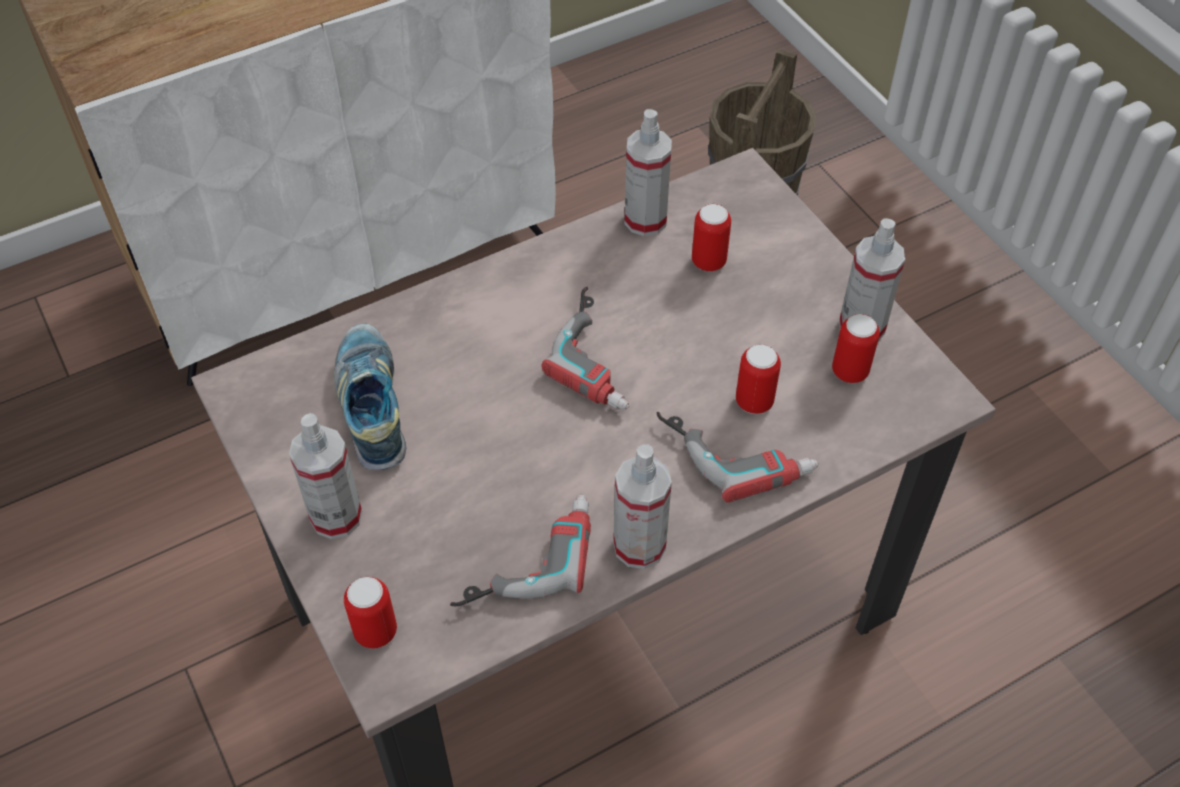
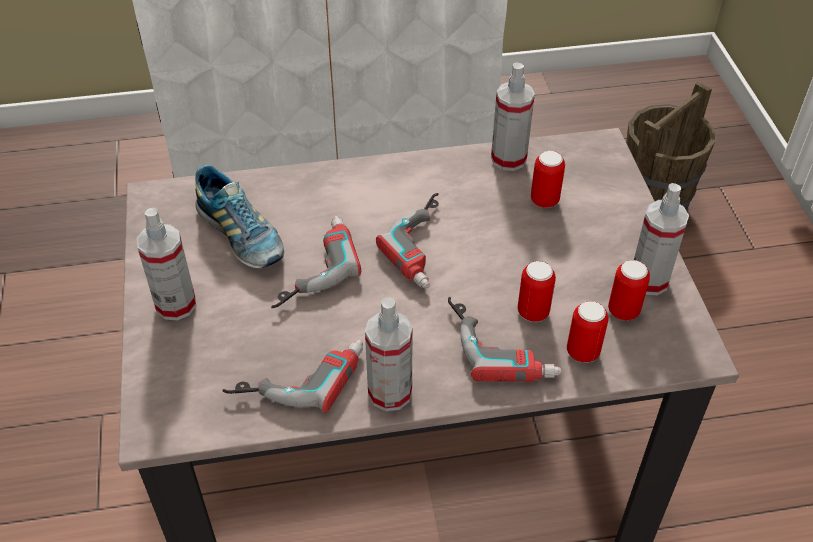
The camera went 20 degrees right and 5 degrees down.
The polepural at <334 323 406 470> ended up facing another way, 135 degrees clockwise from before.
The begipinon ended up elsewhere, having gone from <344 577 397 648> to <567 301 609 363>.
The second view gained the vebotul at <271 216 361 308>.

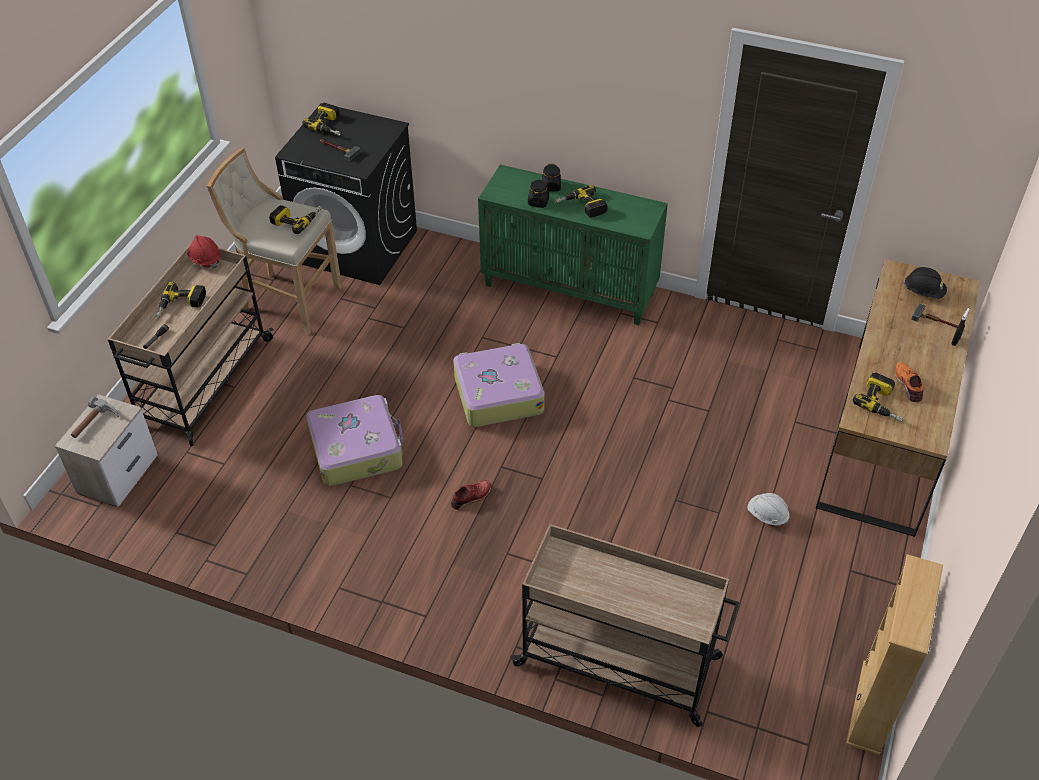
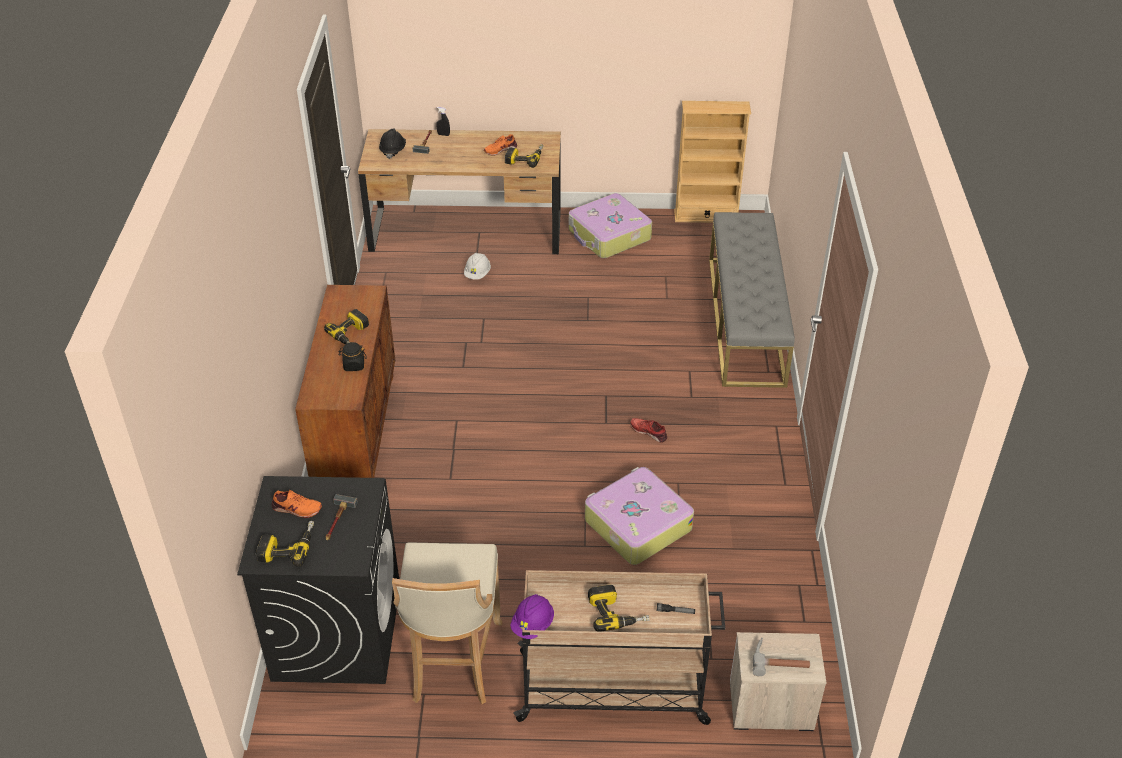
The camera went 110 degrees left and 5 degrees down.
The second view lost the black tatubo at <542 164 561 192>.
What was the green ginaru at <478 165 668 325> turned into the brown ginaru at <295 285 395 478>.
The second view lost the vebotul at <269 205 322 234>.
What was the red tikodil at <187 235 221 269> turned into the purple tikodil at <510 594 554 639>.
The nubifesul ended up elsewhere, having gone from <453 343 545 427> to <569 193 652 258>.
The white tikodil ended up elsewhere, having gone from <747 493 789 526> to <464 253 491 280>.
Where the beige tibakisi stood at <510 524 739 727>, the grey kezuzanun came to stand at <709 212 795 388>.
The second view gained the orange polepural at <272 490 322 518>.

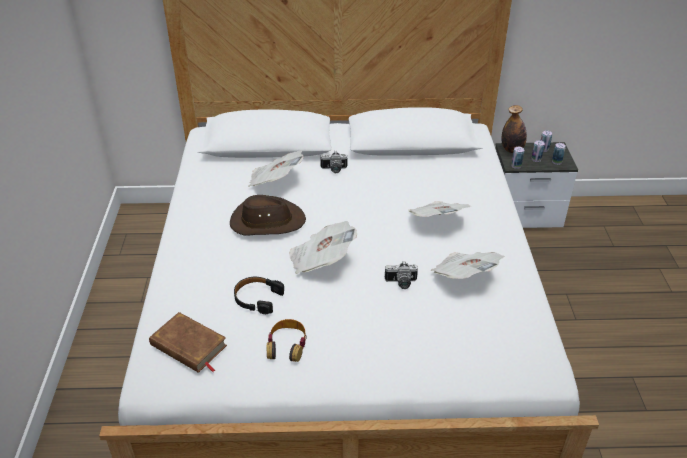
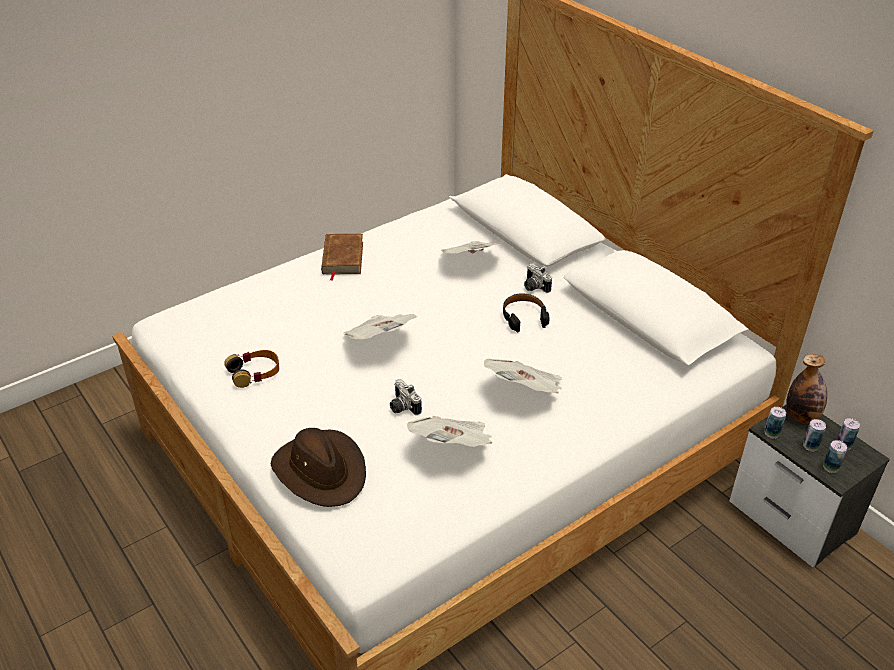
The camera went 55 degrees right and 0 degrees up.
The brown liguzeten ended up elsewhere, having gone from <230 195 306 235> to <271 428 366 507>.
The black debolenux ended up elsewhere, having gone from <234 277 284 314> to <503 293 549 332>.
The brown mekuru ended up elsewhere, having gone from <149 312 227 373> to <321 234 363 281>.

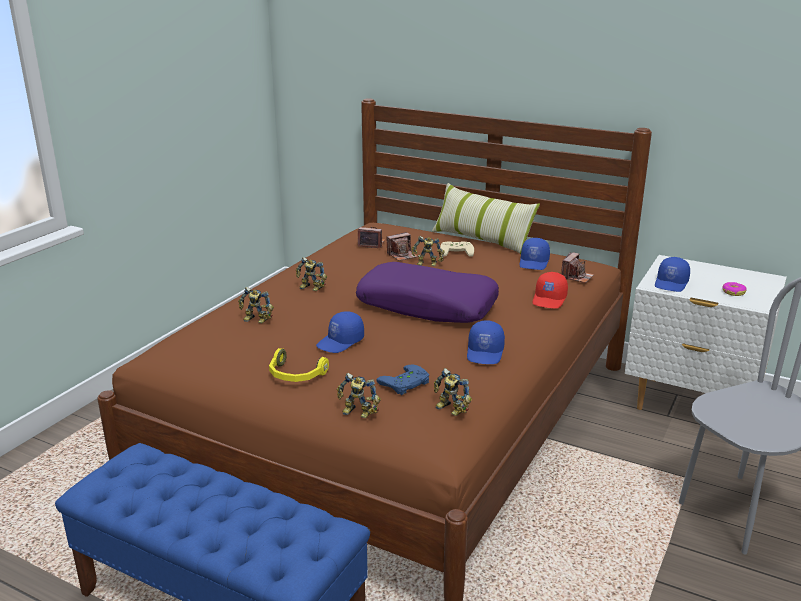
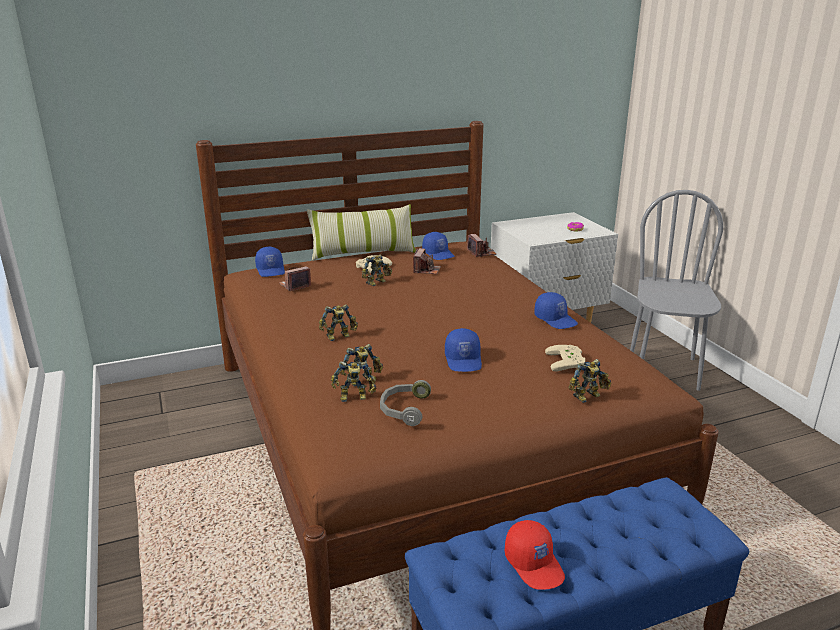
The camera went 50 degrees left and 0 degrees up.
The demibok ended up elsewhere, having gone from <387 232 418 261> to <413 248 441 274>.
The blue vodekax ended up elsewhere, having gone from <655 257 690 292> to <255 247 285 277>.
The second view lost the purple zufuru at <356 262 499 323>.
The red vodekax ended up elsewhere, having gone from <533 272 568 309> to <505 520 565 590>.
The second view lost the yellow debolenux at <269 348 329 382>.
What was the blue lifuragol at <376 364 429 395> turned into the beige lifuragol at <545 345 585 372>.
The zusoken ended up elsewhere, having gone from <434 368 472 416> to <331 361 377 402>.
The second view gained the grey debolenux at <380 380 431 426>.

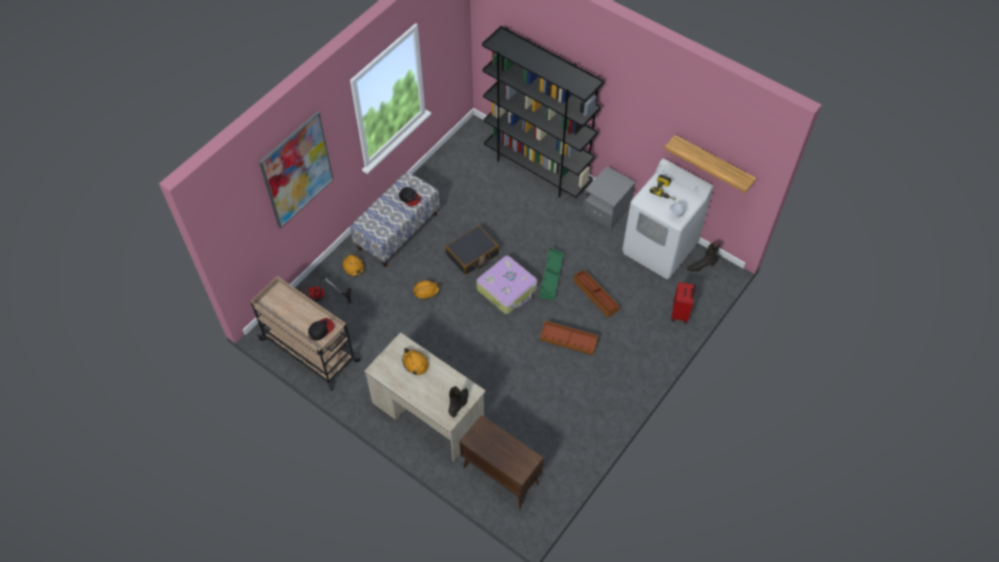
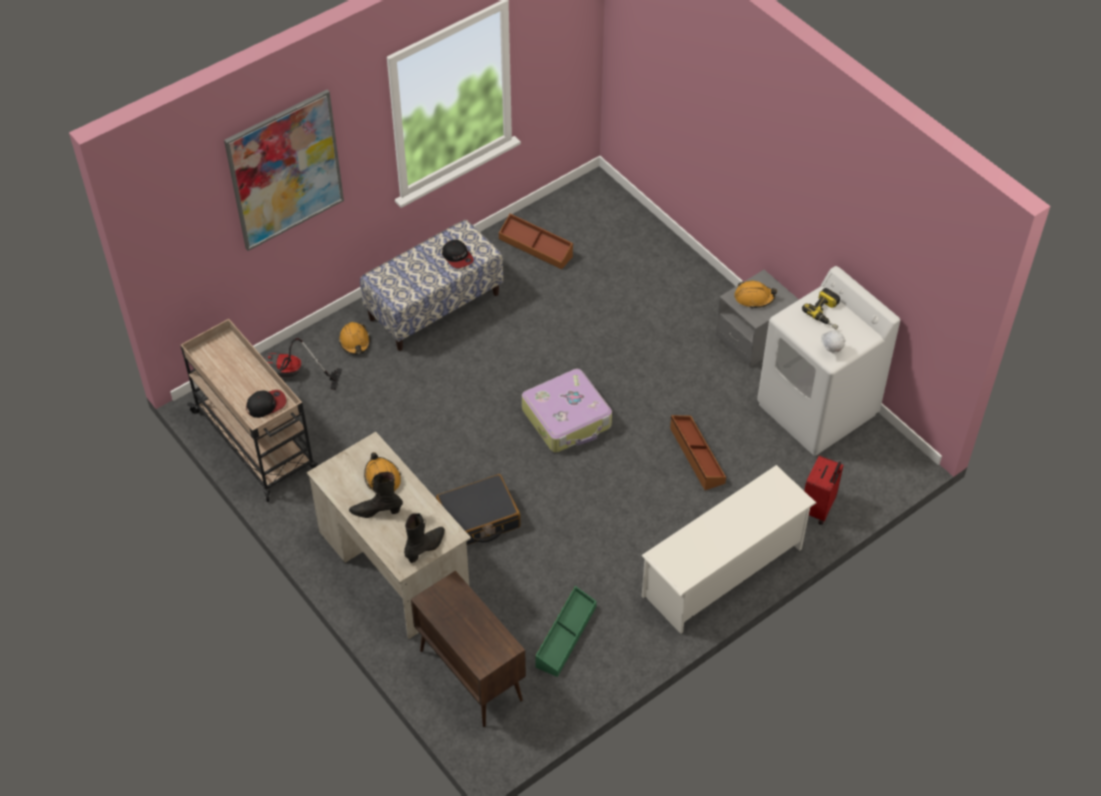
The camera went 15 degrees right and 5 degrees down.
The second view lost the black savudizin at <482 26 604 198>.
The second view lost the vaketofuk at <664 135 756 193>.
The black nubifesul ended up elsewhere, having gone from <445 225 499 275> to <436 474 521 545>.
The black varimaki ended up elsewhere, having gone from <687 242 720 272> to <349 472 403 518>.
The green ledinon ended up elsewhere, having gone from <540 247 563 300> to <535 586 597 677>.
The orange tikodil ended up elsewhere, having gone from <413 280 441 300> to <734 281 777 309>.
The brown ledinon ended up elsewhere, having gone from <540 321 598 355> to <499 214 573 269>.
The second view gained the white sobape at <641 465 816 634>.

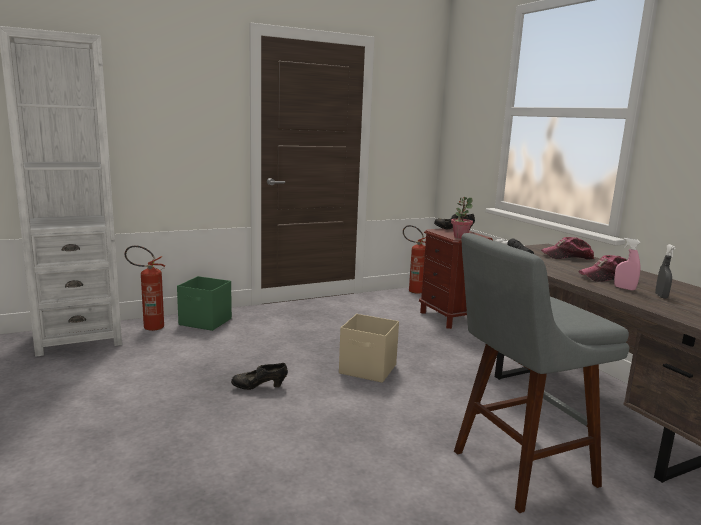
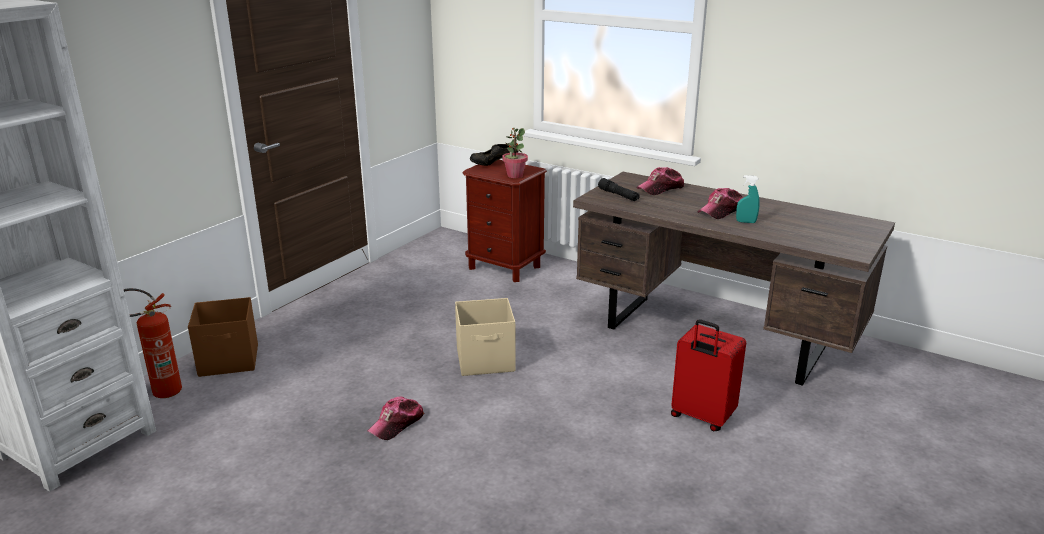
The camera went 30 degrees left and 10 degrees up.
The second view lost the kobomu at <403 225 426 294>.
Where the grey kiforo stood at <454 233 629 513>, the red nubifesul came to stand at <671 319 746 431>.
What was the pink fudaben at <614 238 641 291> turned into the turquoise fudaben at <736 175 760 223>.
The second view lost the grey fudaben at <655 244 676 299>.
What was the green ledinon at <177 276 232 331> turned into the brown ledinon at <188 297 258 377>.
Where the black polepural stood at <231 363 288 390>, the vodekax came to stand at <368 397 424 440>.

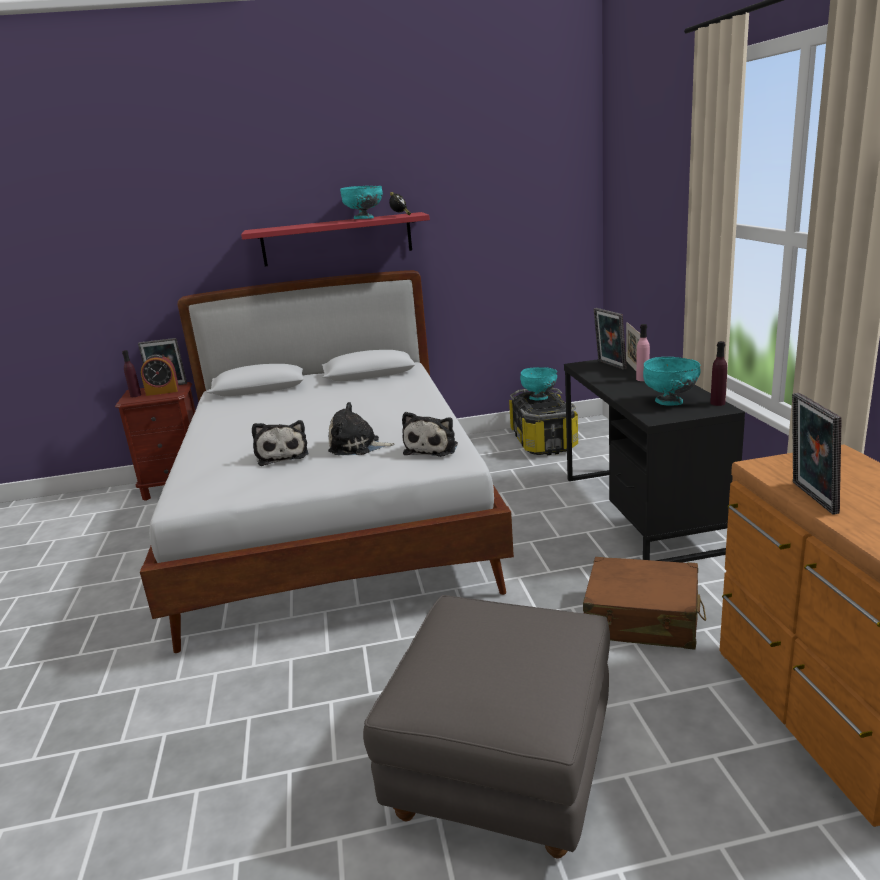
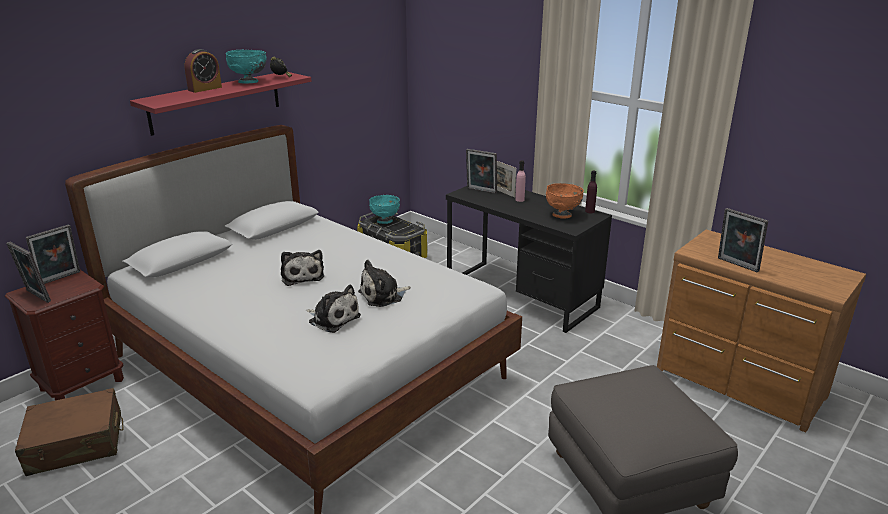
The camera went 40 degrees left and 5 degrees up.
Where the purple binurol stood at <122 350 141 397>, the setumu came to stand at <6 242 51 303>.
The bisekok ended up elsewhere, having gone from <141 354 179 396> to <184 49 222 93>.
What was the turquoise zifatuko at <643 357 700 405> turned into the orange zifatuko at <546 183 584 219>.
The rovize ended up elsewhere, having gone from <402 412 458 457> to <281 250 324 286>.
The brown nubifesul ended up elsewhere, having gone from <583 557 706 650> to <15 388 124 476>.

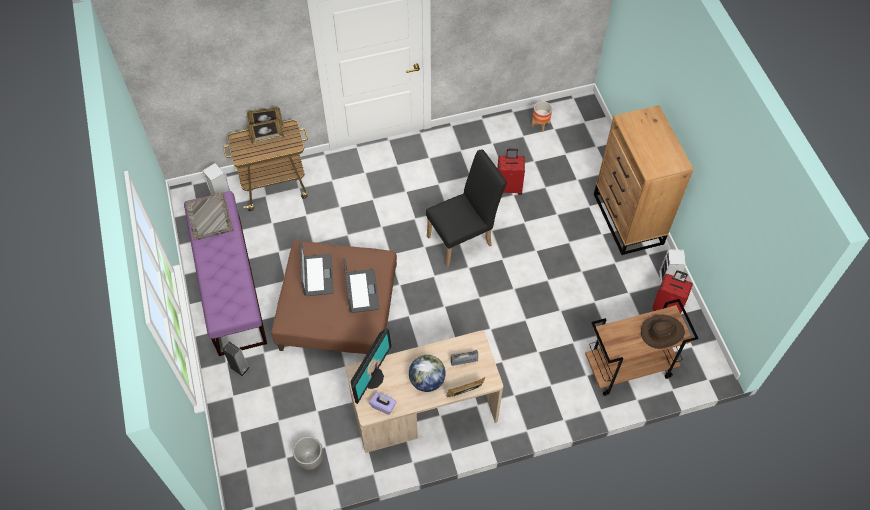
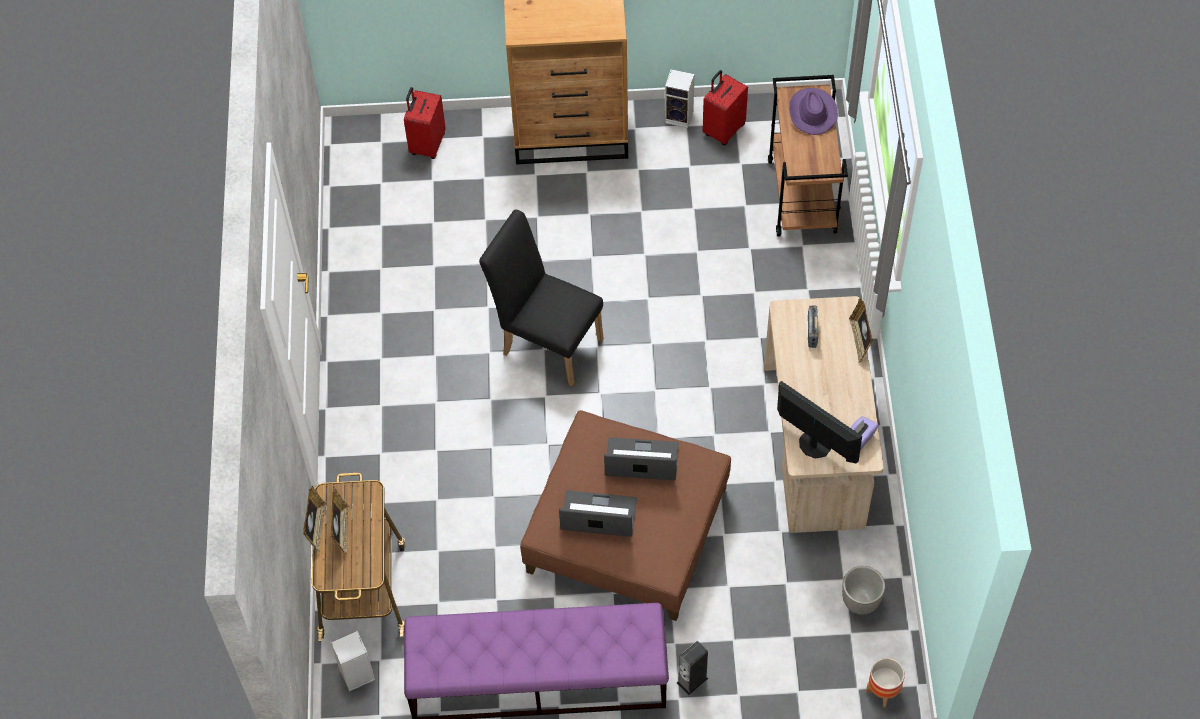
The camera went 75 degrees left and 0 degrees up.
The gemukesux ended up elsewhere, having gone from <532 101 552 132> to <866 658 905 708>.
The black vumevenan at <426 149 507 267> ended up facing another way, 45 degrees counterclockwise from before.
The red nubifesul ended up elsewhere, having gone from <497 149 525 195> to <404 87 446 159>.
The second view lost the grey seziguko at <185 192 234 241>.
What was the brown liguzeten at <641 315 685 349> turned into the purple liguzeten at <789 88 838 135>.
The second view lost the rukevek at <409 355 446 392>.

